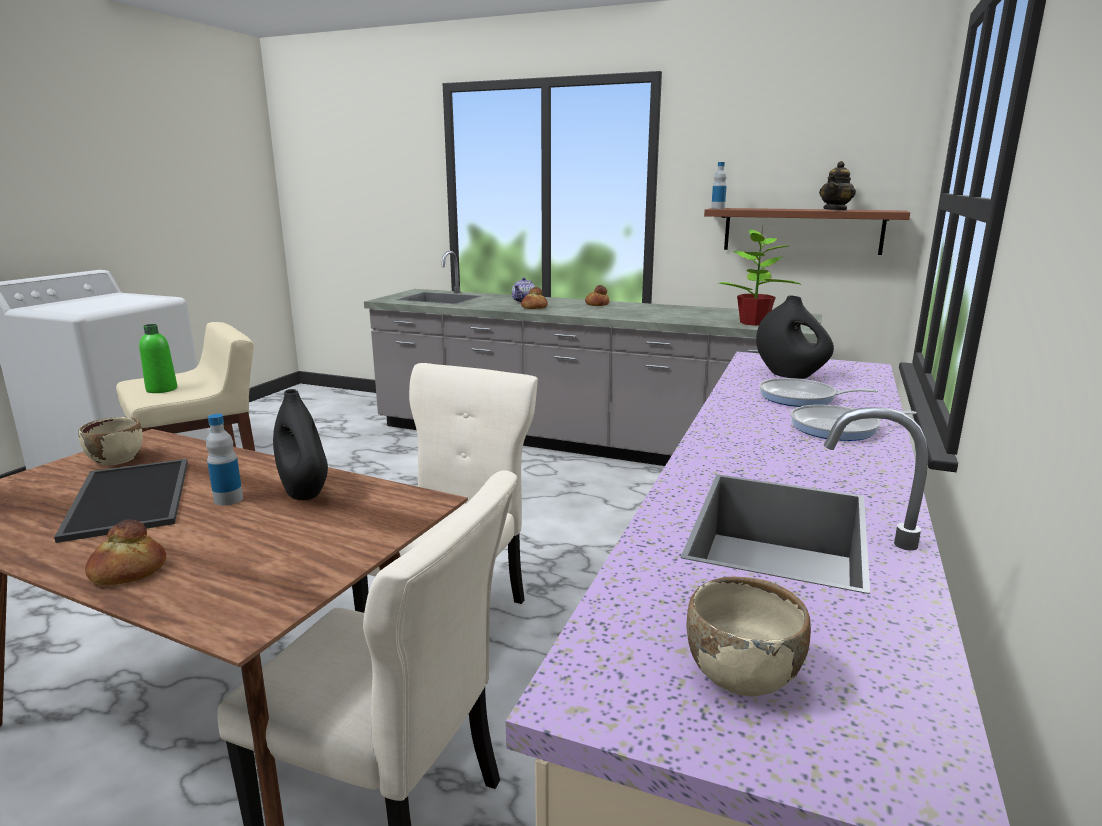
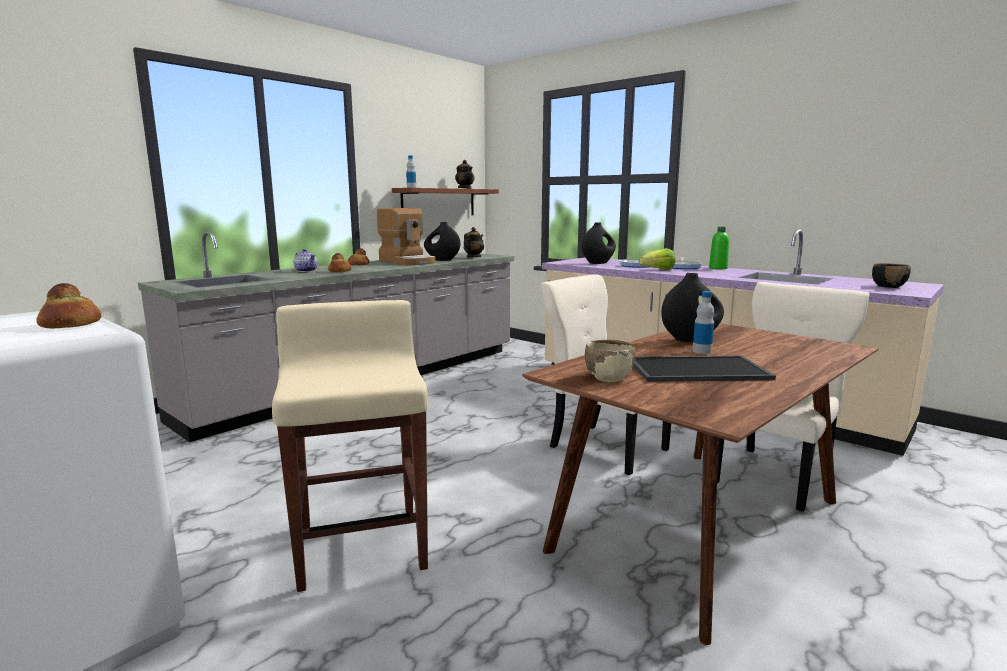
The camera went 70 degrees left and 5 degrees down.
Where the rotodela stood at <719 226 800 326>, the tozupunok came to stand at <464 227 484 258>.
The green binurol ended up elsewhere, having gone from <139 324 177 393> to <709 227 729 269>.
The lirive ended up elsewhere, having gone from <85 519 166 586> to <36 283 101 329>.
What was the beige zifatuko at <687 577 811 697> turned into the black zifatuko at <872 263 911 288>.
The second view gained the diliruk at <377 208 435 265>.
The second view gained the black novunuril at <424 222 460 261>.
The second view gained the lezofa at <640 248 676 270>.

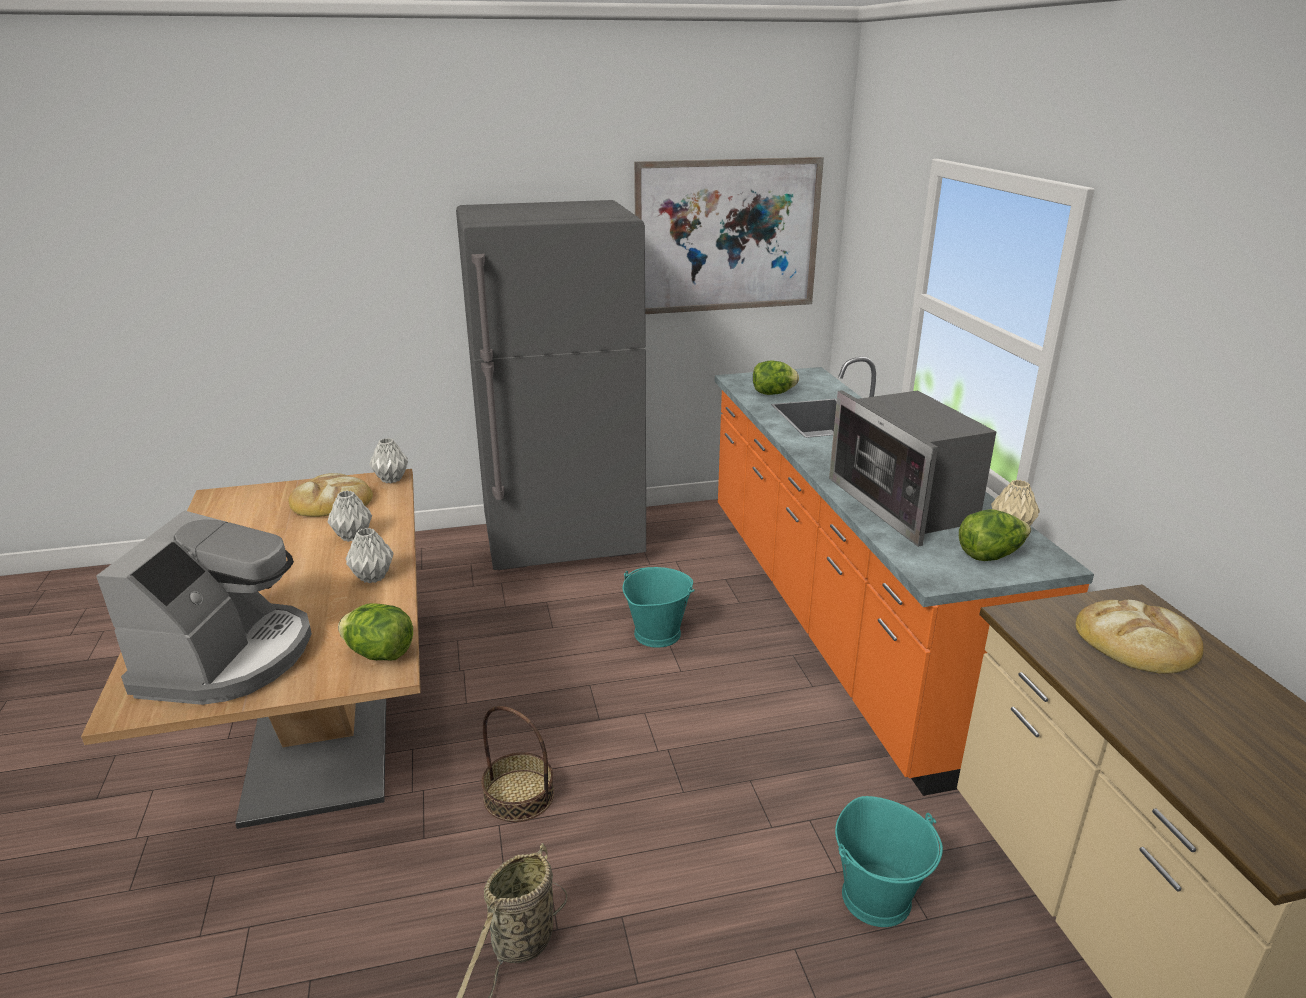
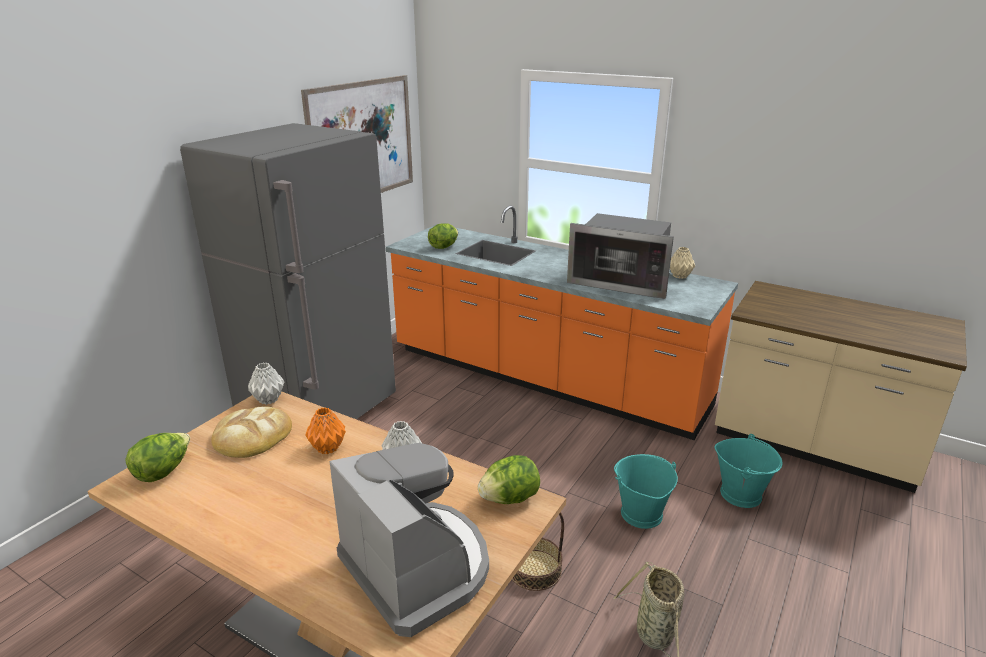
The camera went 45 degrees left and 0 degrees up.
What was the grey novunuril at <327 490 372 542> turned into the orange novunuril at <305 407 346 454>.
The lezofa ended up elsewhere, having gone from <959 509 1031 561> to <125 433 190 482>.
The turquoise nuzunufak ended up elsewhere, having gone from <623 567 694 648> to <614 454 678 529>.
The second view lost the lirive at <1075 600 1204 673>.

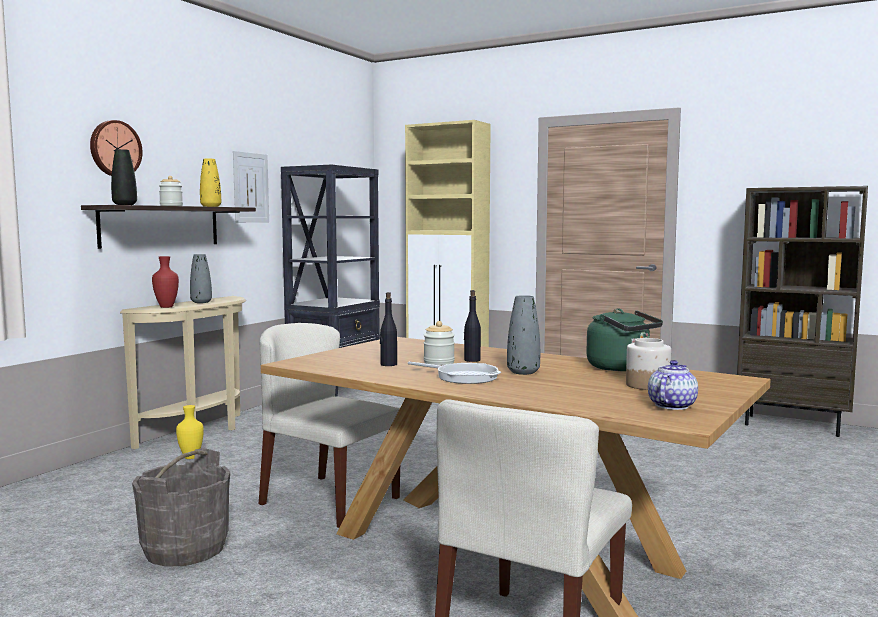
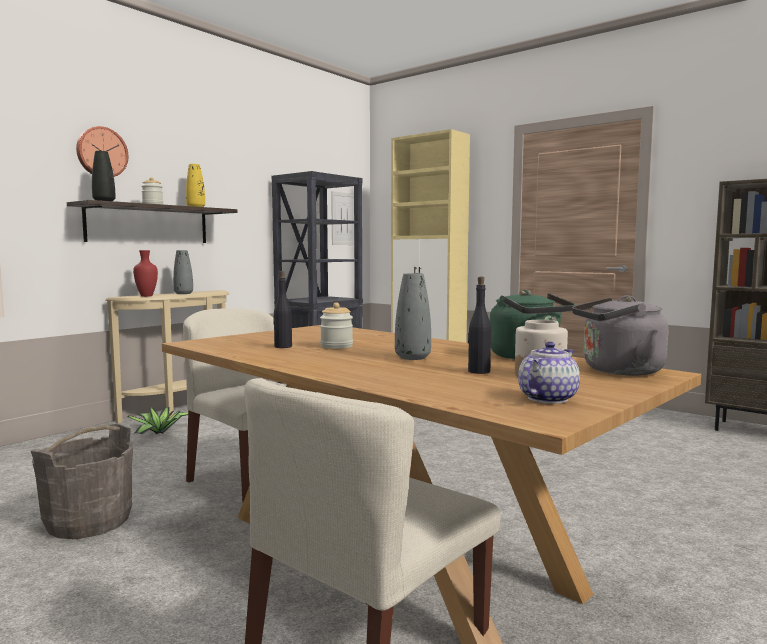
The camera went 10 degrees right and 0 degrees up.
The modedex ended up elsewhere, having gone from <233 151 269 223> to <331 191 354 245>.
The black binurol ended up elsewhere, having gone from <464 290 481 362> to <468 277 491 374>.
The second view lost the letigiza at <408 361 501 384>.
Where the yellow novunuril stood at <176 405 204 459>, the rotodela came to stand at <128 407 188 434>.
The second view gained the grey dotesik at <572 295 668 375>.

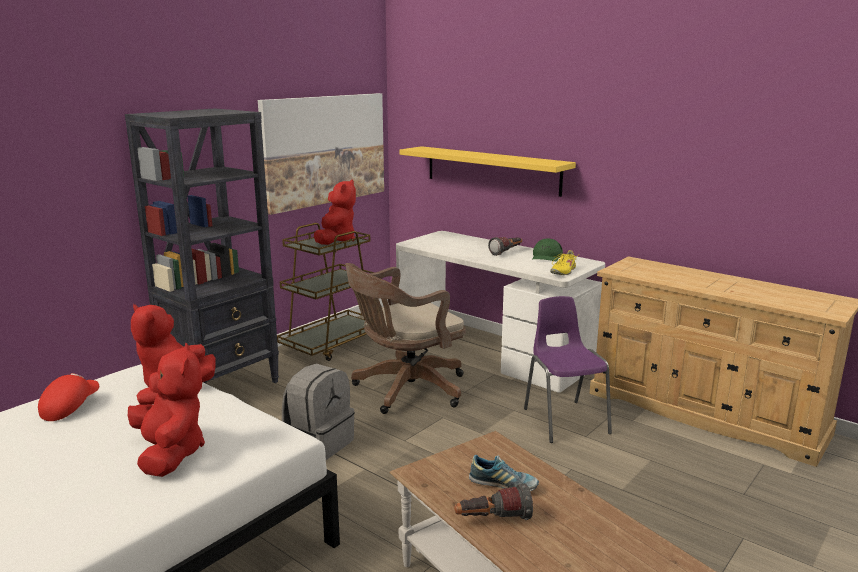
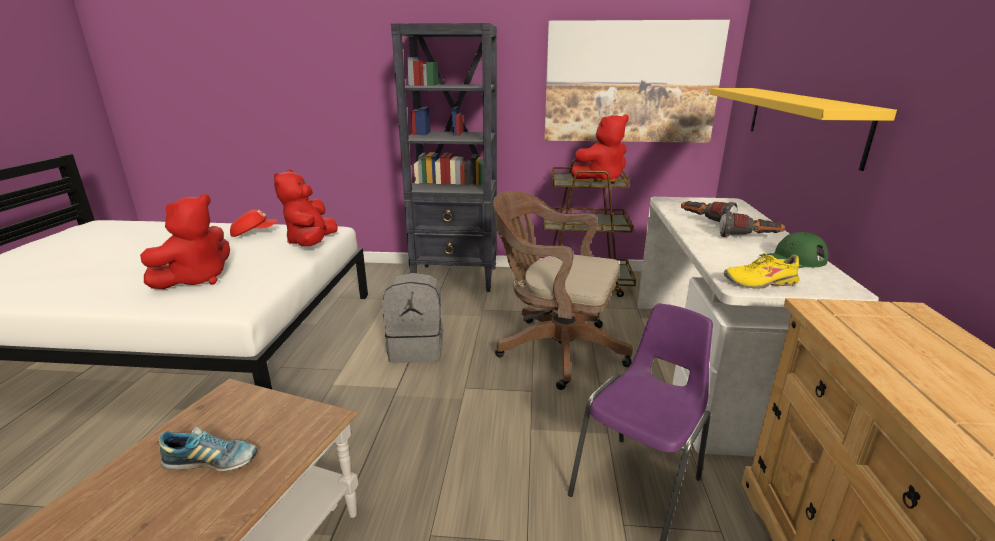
The camera went 55 degrees right and 5 degrees up.
The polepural at <469 455 539 491> ended up facing another way, 75 degrees counterclockwise from before.
The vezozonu ended up elsewhere, having gone from <454 483 533 520> to <681 201 738 222>.

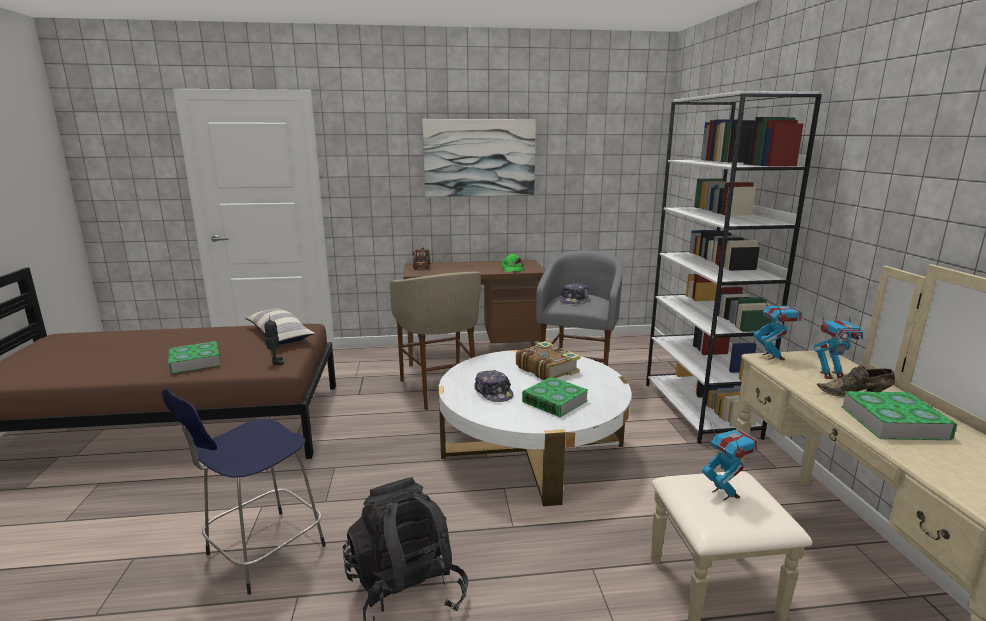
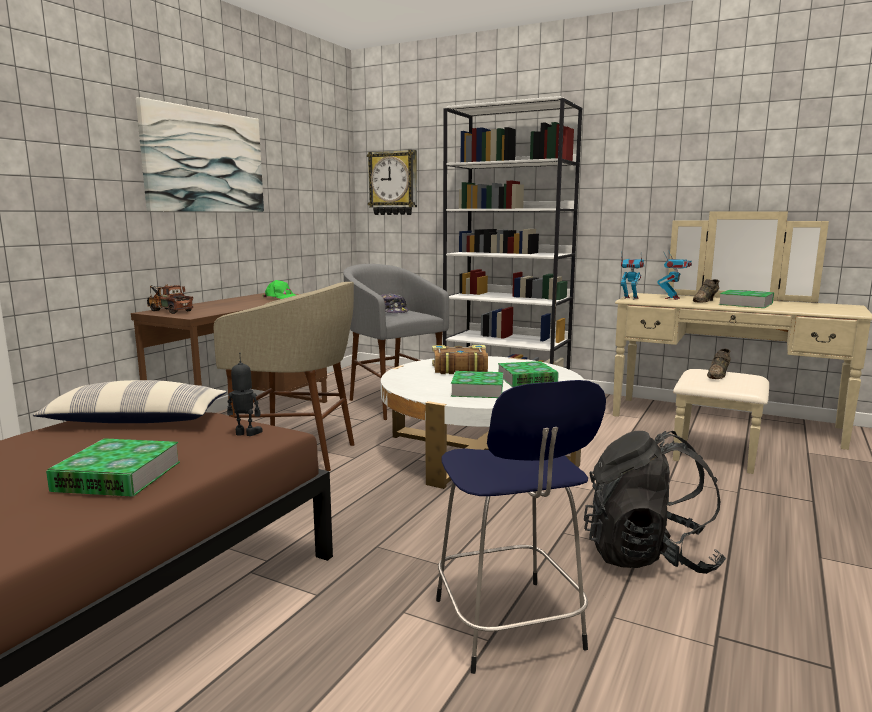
The camera went 55 degrees left and 5 degrees down.
Where the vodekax stood at <474 370 514 402>, the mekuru came to stand at <451 371 503 398>.
Where the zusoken stood at <702 423 758 501>, the brown polepural came to stand at <707 349 731 379>.
The second view gained the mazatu at <367 150 417 215>.

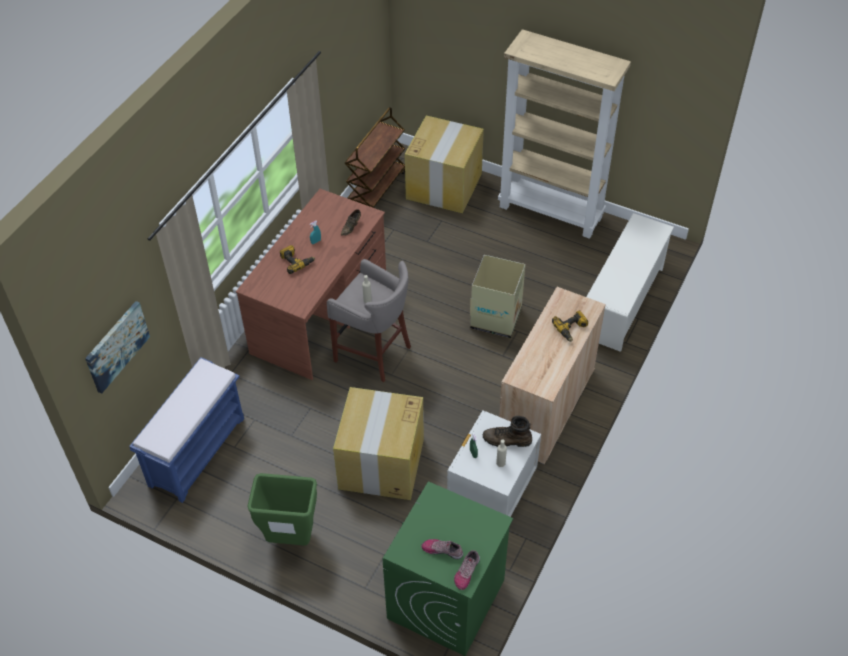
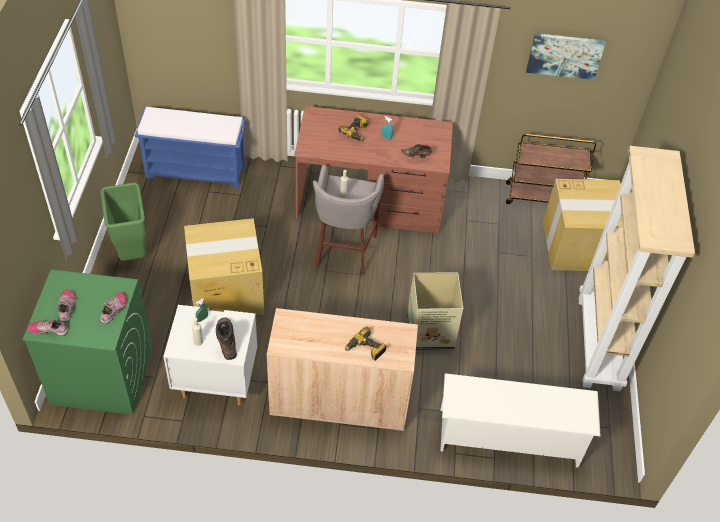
The camera went 65 degrees right and 0 degrees up.
The modedex ended up elsewhere, having gone from <85 301 150 394> to <526 33 606 80>.
The second view gained the polepural at <100 292 127 324>.

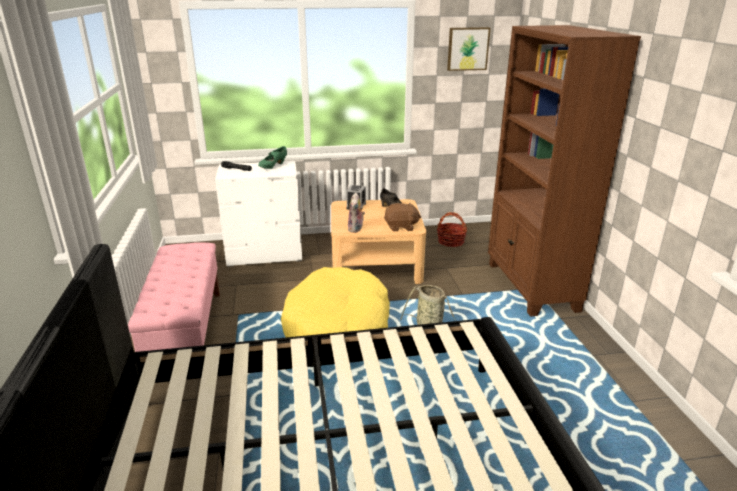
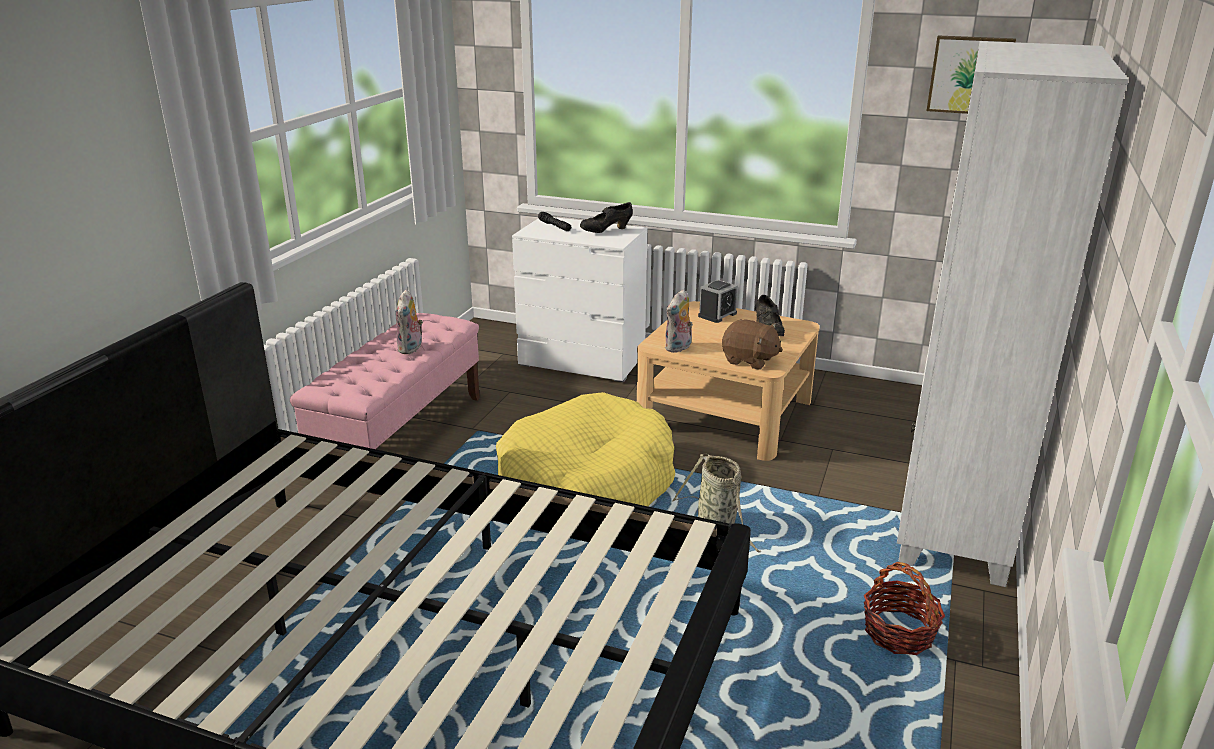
The camera went 30 degrees right and 0 degrees up.
What was the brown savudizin at <488 25 641 317> turned into the white savudizin at <897 41 1129 587>.
What was the green polepural at <258 146 287 169> turned into the black polepural at <580 202 633 233>.
The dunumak ended up elsewhere, having gone from <437 212 467 247> to <864 562 945 655>.
The second view gained the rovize at <396 290 423 354>.

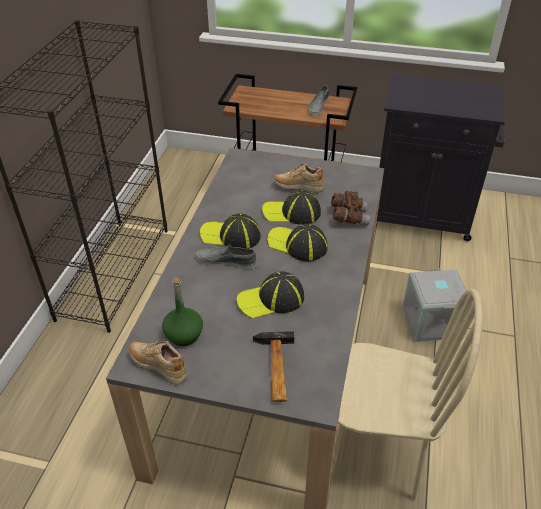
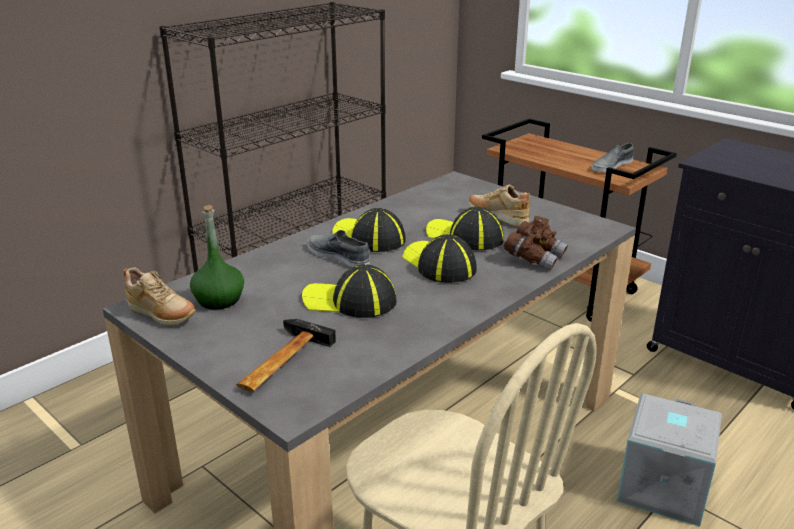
The camera went 30 degrees right and 15 degrees down.
The beige polepural at <129 340 186 385> ended up facing another way, 150 degrees clockwise from before.

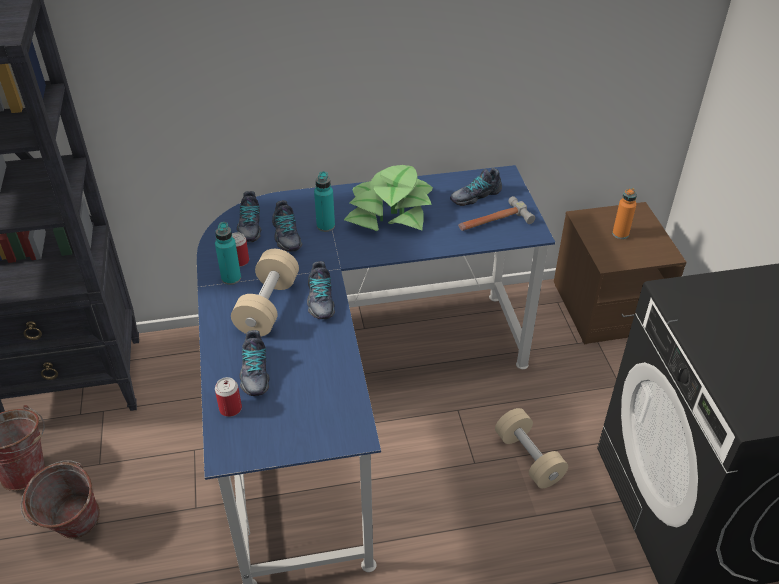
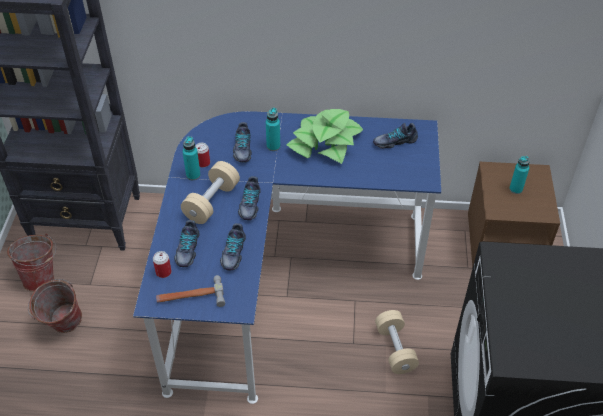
The camera went 15 degrees right and 5 degrees up.
What was the orange binurol at <612 188 637 239> turned into the turquoise binurol at <509 156 529 194>.
The polepural ended up elsewhere, having gone from <237 191 261 242> to <220 223 246 271>.
The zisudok ended up elsewhere, having gone from <458 196 535 231> to <156 275 225 307>.

